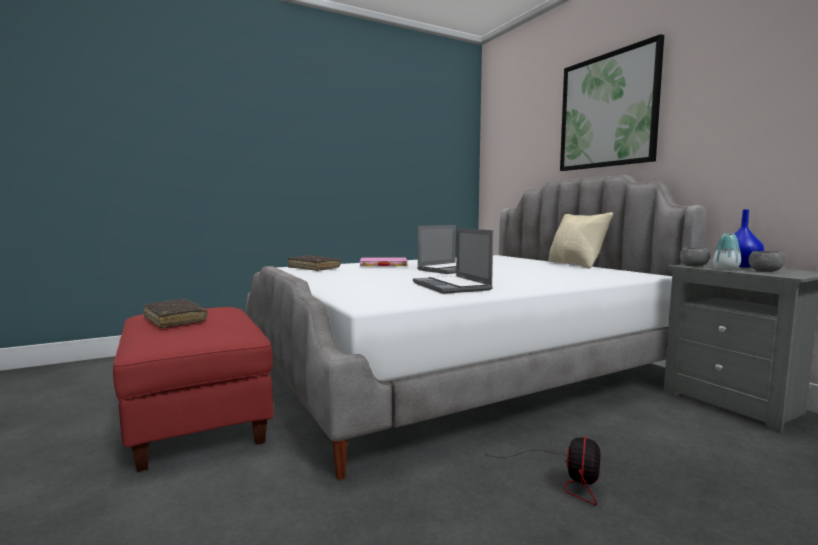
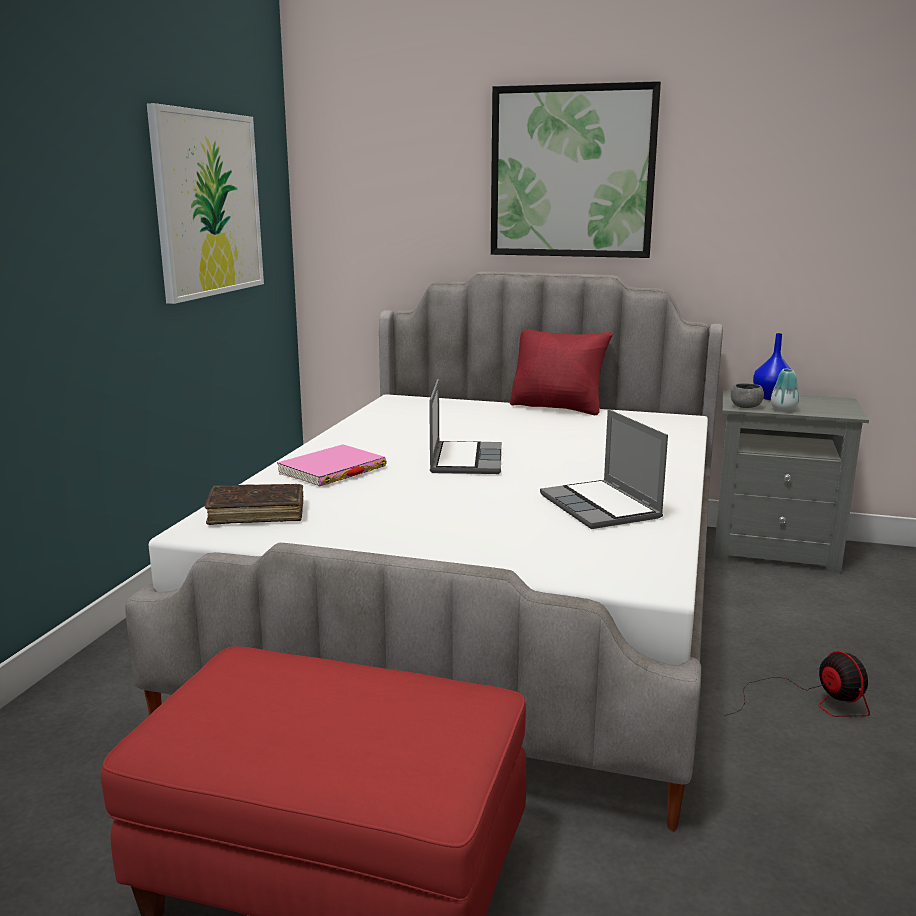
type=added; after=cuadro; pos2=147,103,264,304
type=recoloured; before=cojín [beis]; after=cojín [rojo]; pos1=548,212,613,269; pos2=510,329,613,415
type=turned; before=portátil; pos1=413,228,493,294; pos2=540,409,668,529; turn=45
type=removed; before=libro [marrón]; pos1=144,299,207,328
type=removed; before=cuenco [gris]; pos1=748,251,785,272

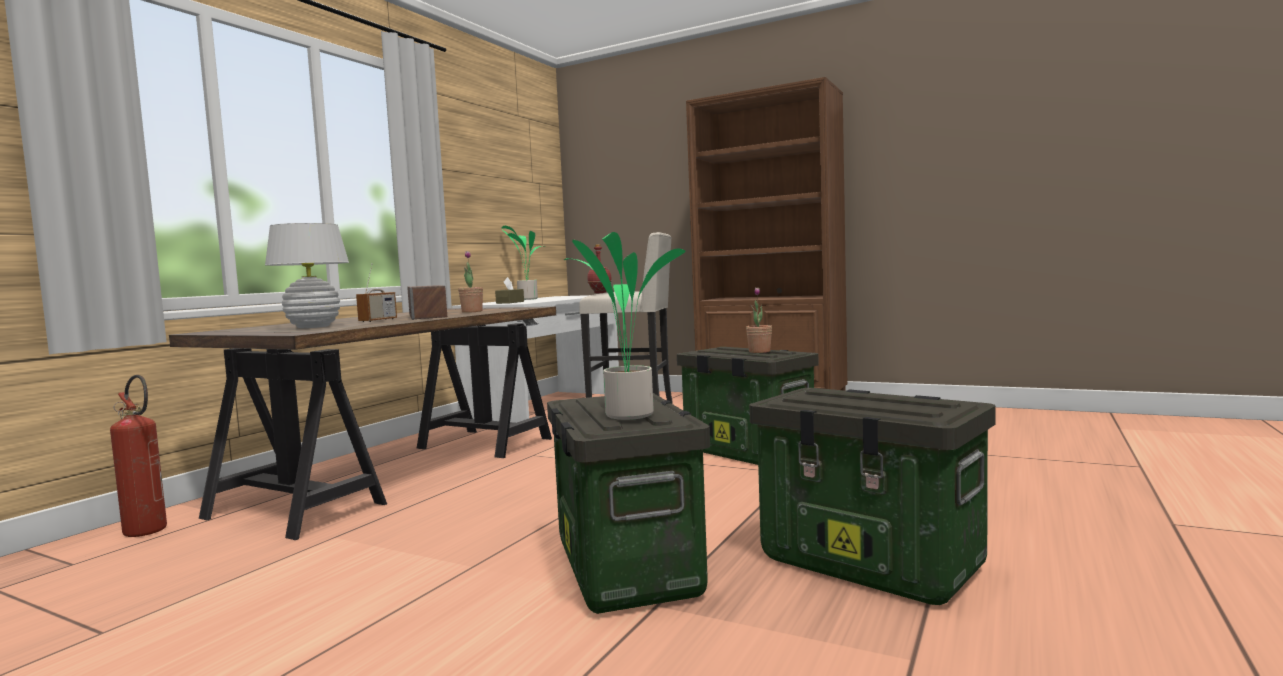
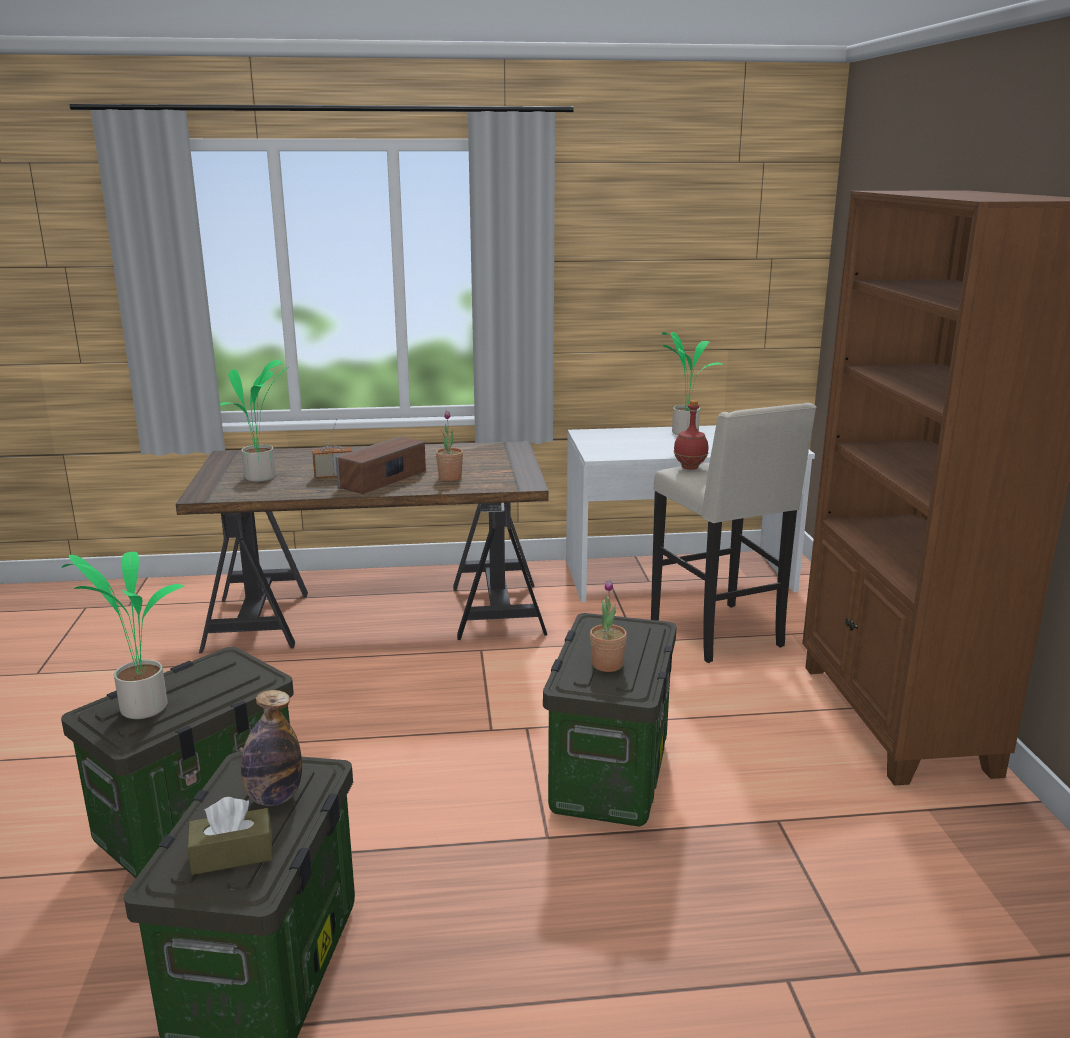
type=moved; before=caja de pañuelos [marrón]; pos1=495,277,524,304; pos2=187,797,273,875
type=replaced; before=lámpara de mesa [blanco]; after=planta en maceta; pos1=265,223,349,328; pos2=220,360,288,482
type=added; after=botella; pos2=241,690,302,806
type=removed; before=extintor; pos1=110,375,167,537

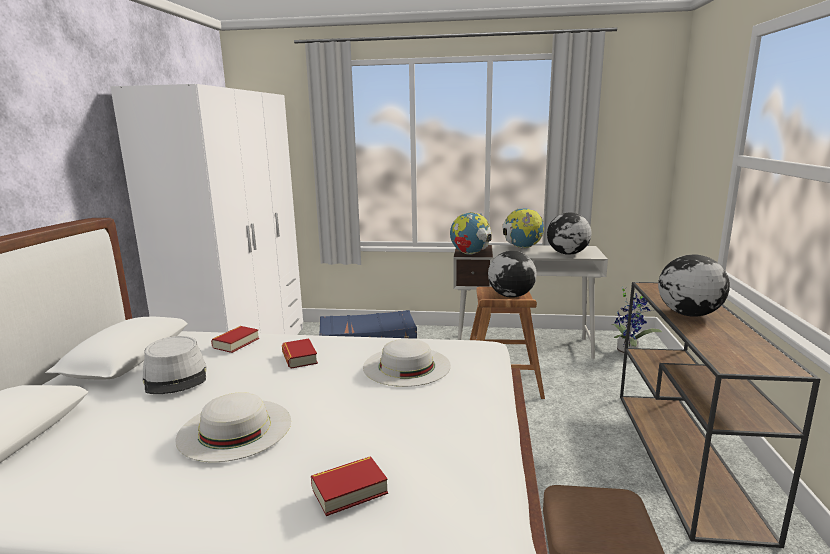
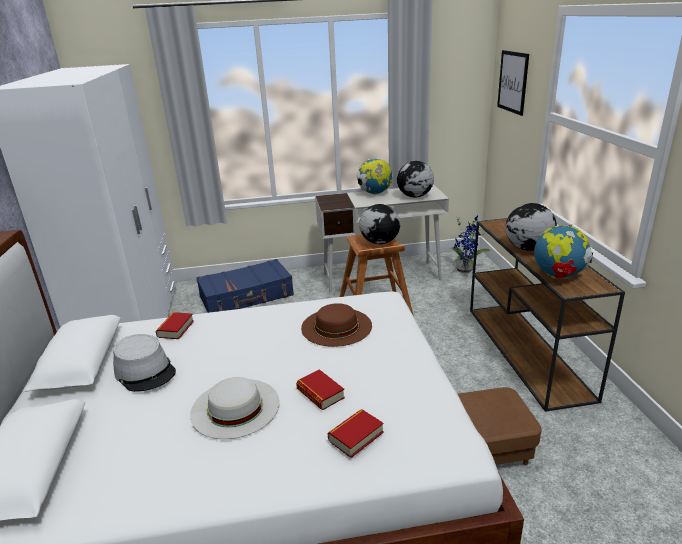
type=moved; before=libro; pos1=282,339,318,368; pos2=296,369,345,410
type=recoloured; before=sombrero [blanco]; after=sombrero [marrón]; pos1=363,339,451,387; pos2=301,303,372,347
type=added; after=cuadro; pos2=497,50,529,116
type=moved; before=globo terráqueo; pos1=450,213,492,255; pos2=534,224,593,279

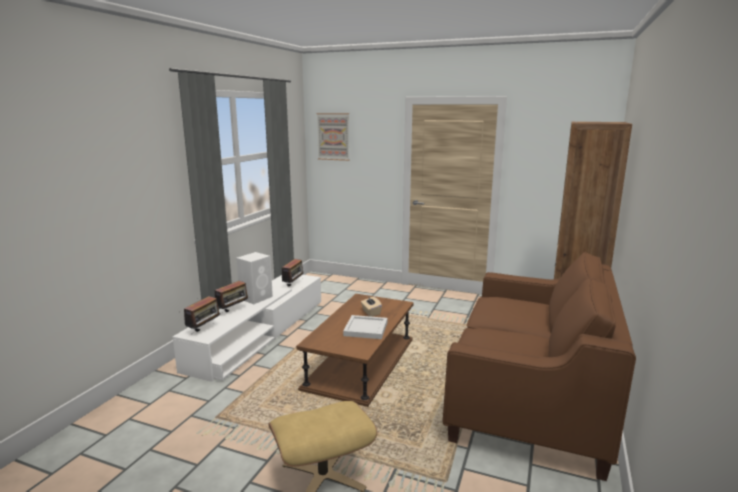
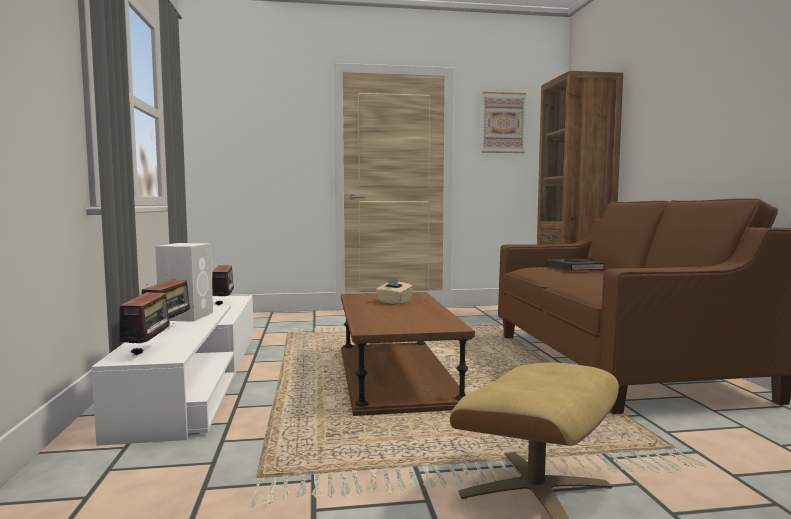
type=moved; before=cuadro; pos1=316,113,350,161; pos2=481,92,526,153
type=added; after=libro [negro]; pos2=547,258,605,271
type=removed; before=bandeja [blanco]; pos1=343,315,388,339

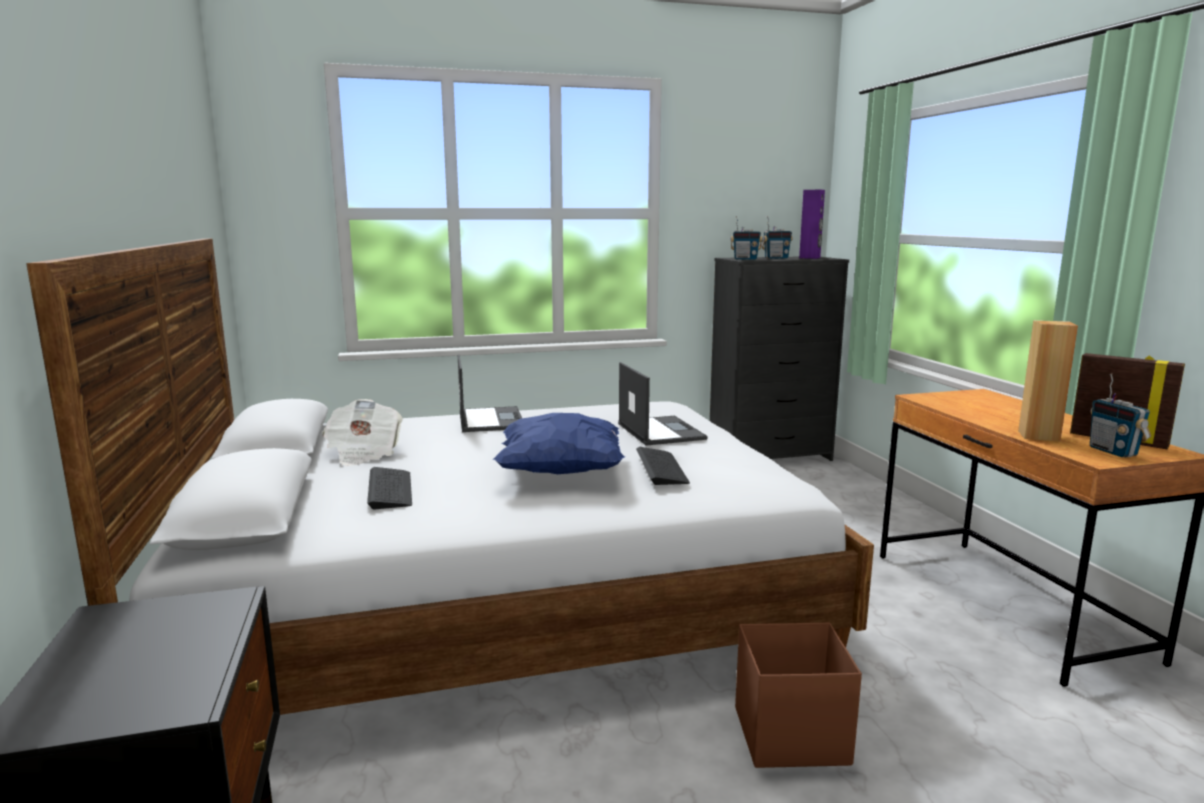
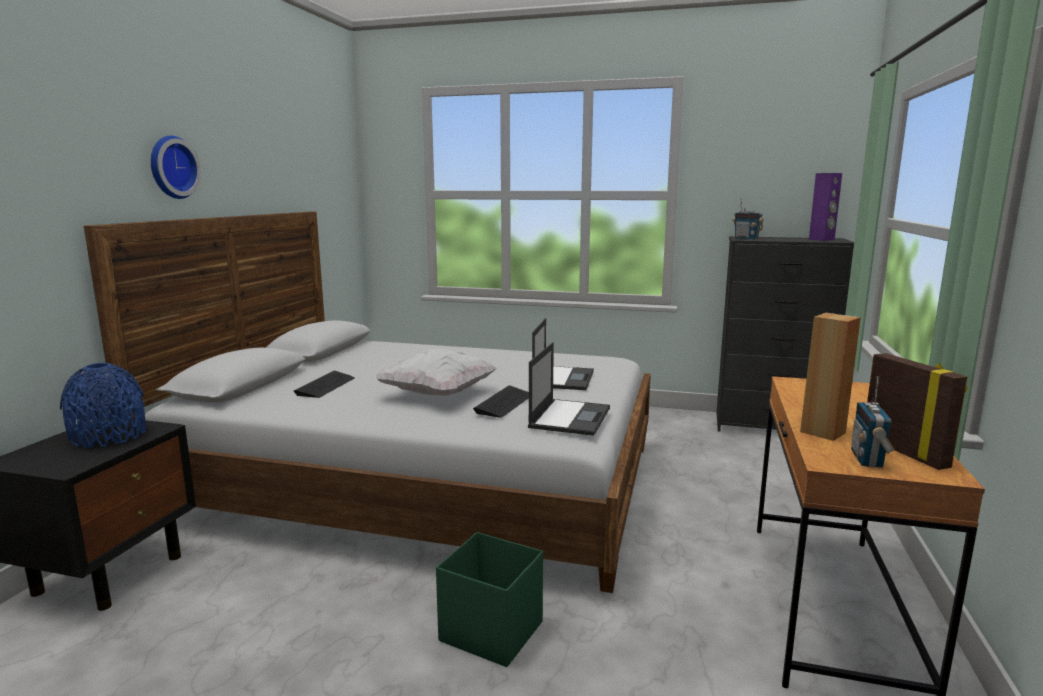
type=added; after=florero [azul]; pos2=60,363,146,448
type=added; after=reloj de pared; pos2=151,136,201,199
type=recoloured; before=cojín [azul]; after=cojín [blanco]; pos1=492,413,625,474; pos2=375,349,497,396
type=recoloured; before=caja de almacenaje [marrón]; after=caja de almacenaje [verde]; pos1=735,622,862,768; pos2=436,532,543,667
type=moved; before=portátil; pos1=458,354,522,432; pos2=528,342,610,436
type=removed; before=periódico; pos1=322,399,403,466
type=removed; before=radio; pos1=761,216,793,259

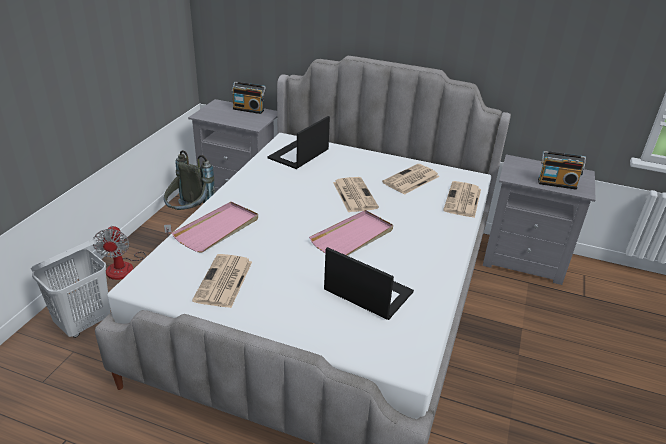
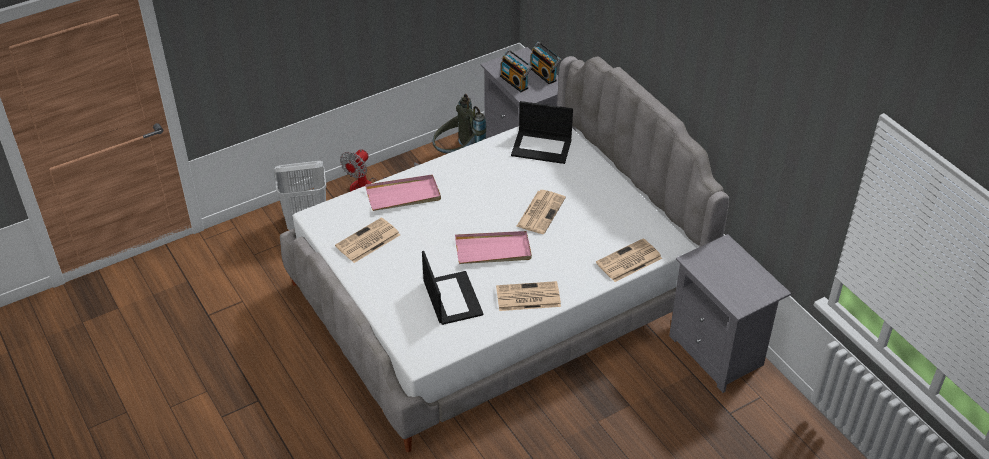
type=moved; before=periódico; pos1=382,164,440,195; pos2=496,281,561,311
type=moved; before=radio; pos1=538,151,586,190; pos2=500,49,532,92
type=turned; before=portátil; pos1=267,116,330,169; pos2=511,101,573,164; turn=-150

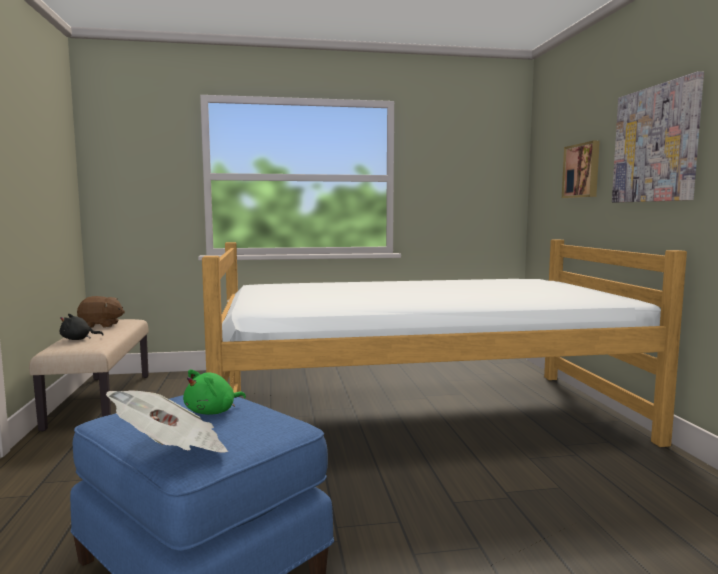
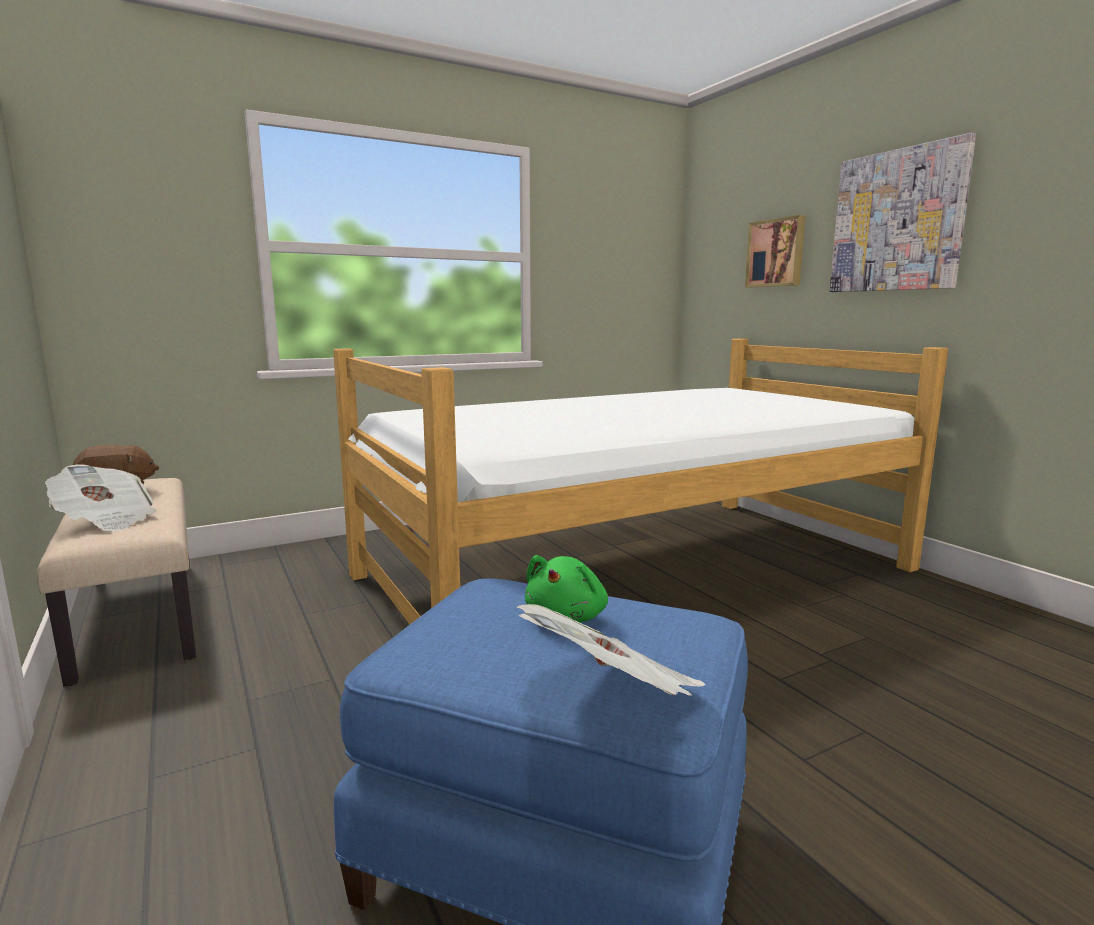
type=replaced; before=peluche [negro]; after=periódico; pos1=60,314,104,340; pos2=45,464,156,532

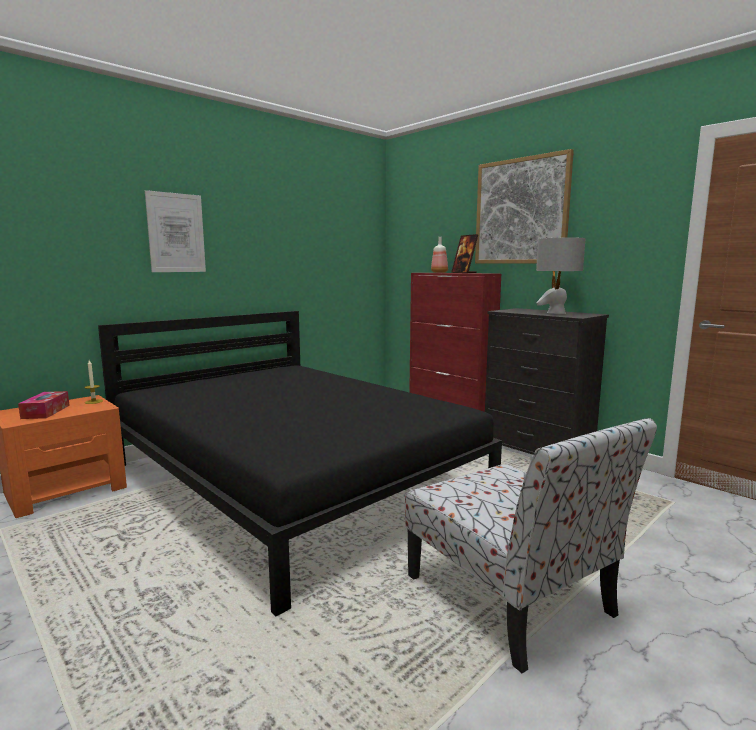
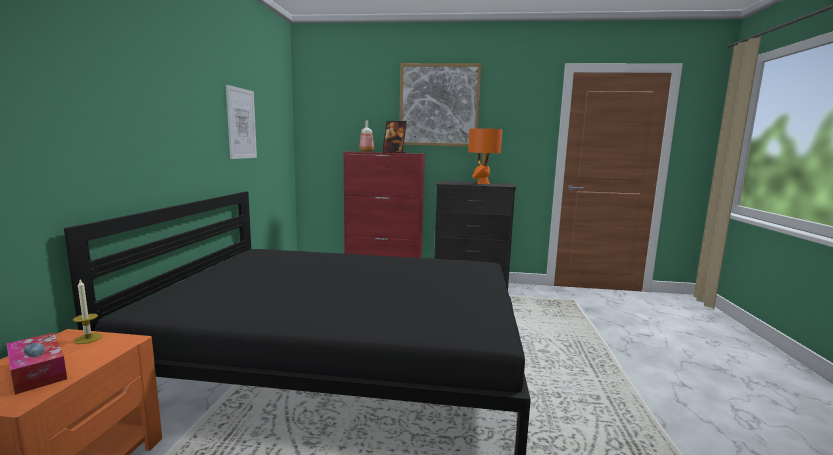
type=moved; before=cuadro; pos1=145,190,206,272; pos2=226,85,257,159
type=recoloured; before=lámpara de mesa [gris]; after=lámpara de mesa [naranja]; pos1=536,238,586,314; pos2=468,128,502,184
type=removed; before=silla; pos1=405,418,657,673

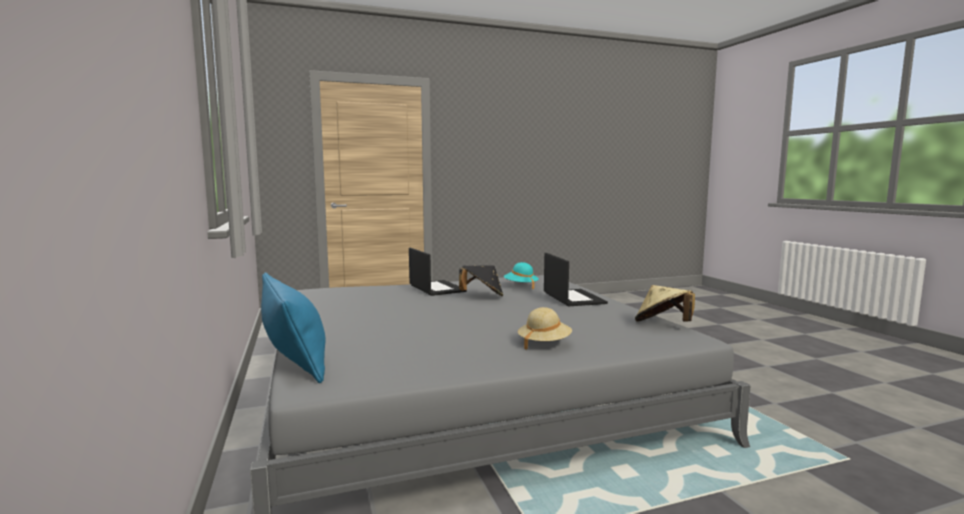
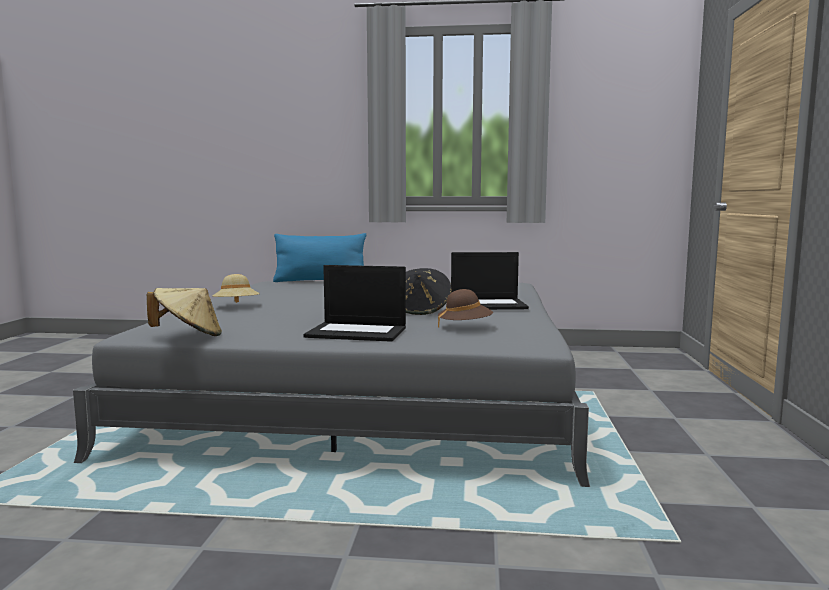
type=recoloured; before=sombrero [turquesa]; after=sombrero [marrón]; pos1=504,262,539,289; pos2=438,289,493,328

